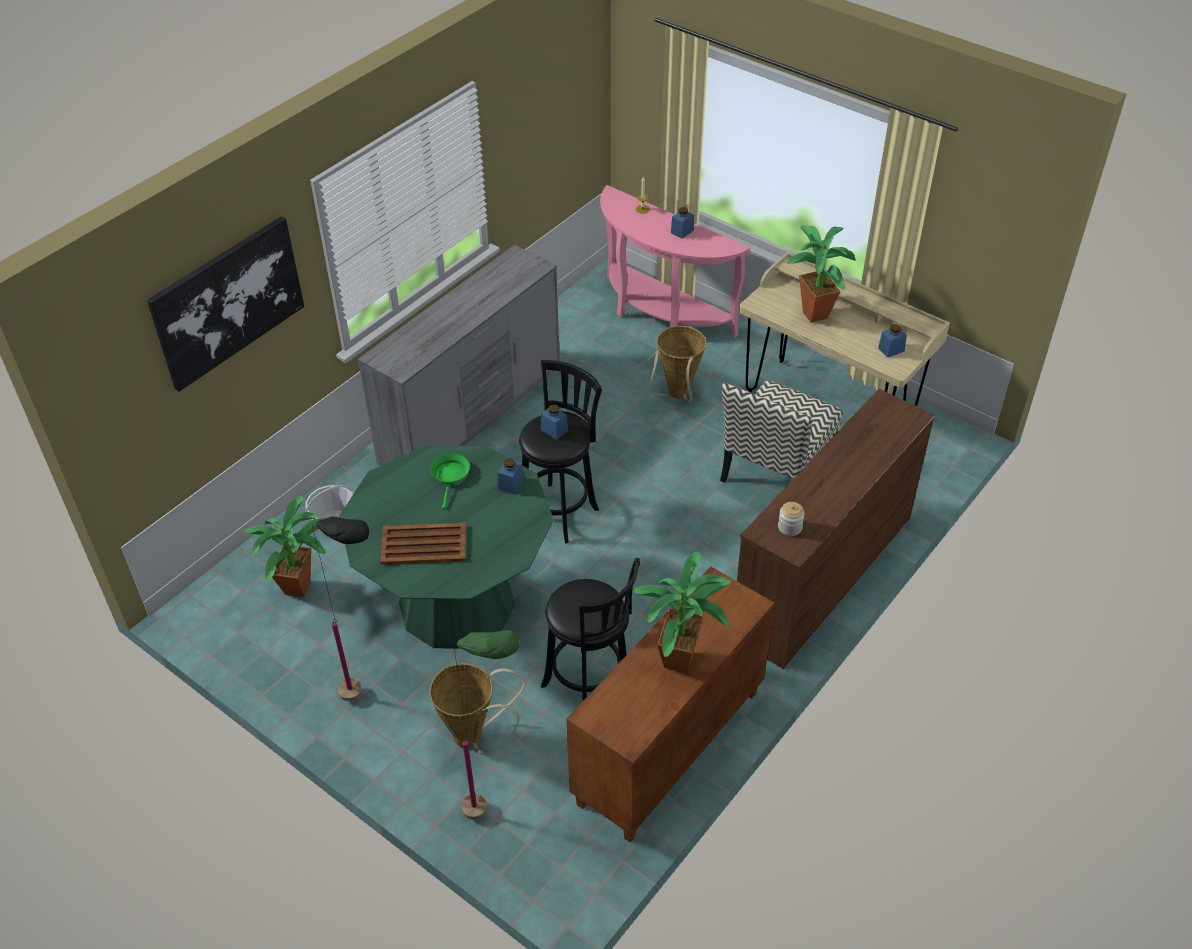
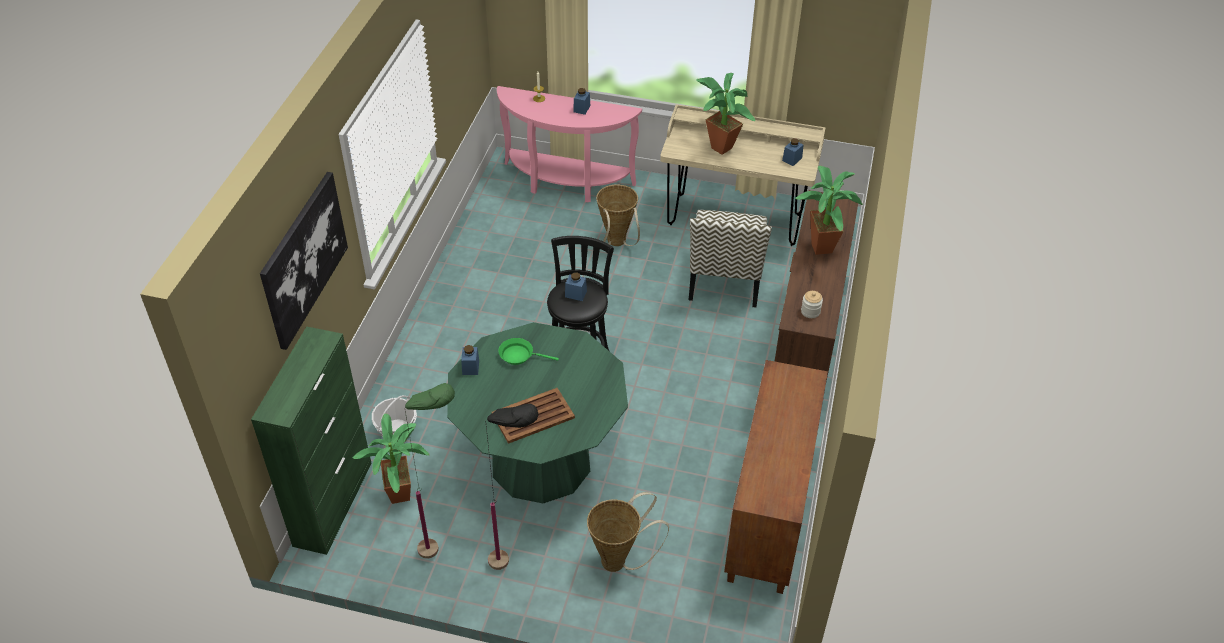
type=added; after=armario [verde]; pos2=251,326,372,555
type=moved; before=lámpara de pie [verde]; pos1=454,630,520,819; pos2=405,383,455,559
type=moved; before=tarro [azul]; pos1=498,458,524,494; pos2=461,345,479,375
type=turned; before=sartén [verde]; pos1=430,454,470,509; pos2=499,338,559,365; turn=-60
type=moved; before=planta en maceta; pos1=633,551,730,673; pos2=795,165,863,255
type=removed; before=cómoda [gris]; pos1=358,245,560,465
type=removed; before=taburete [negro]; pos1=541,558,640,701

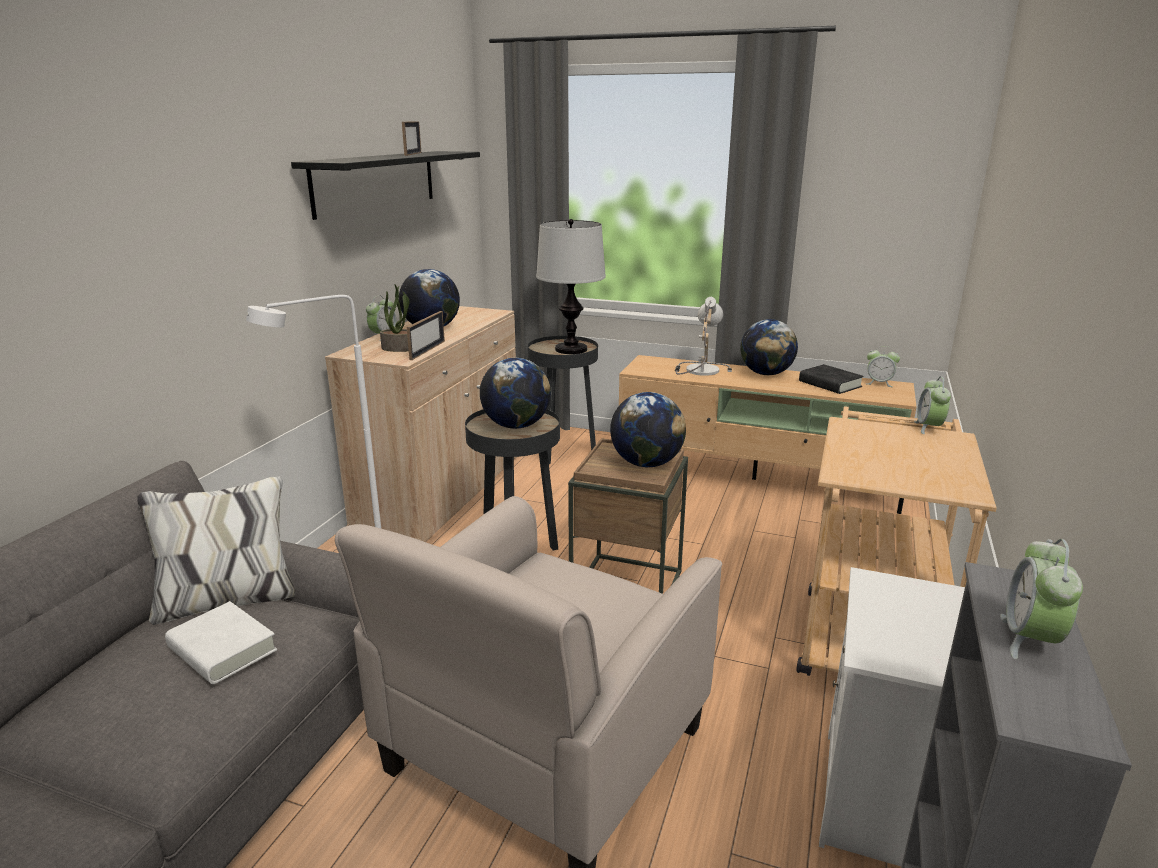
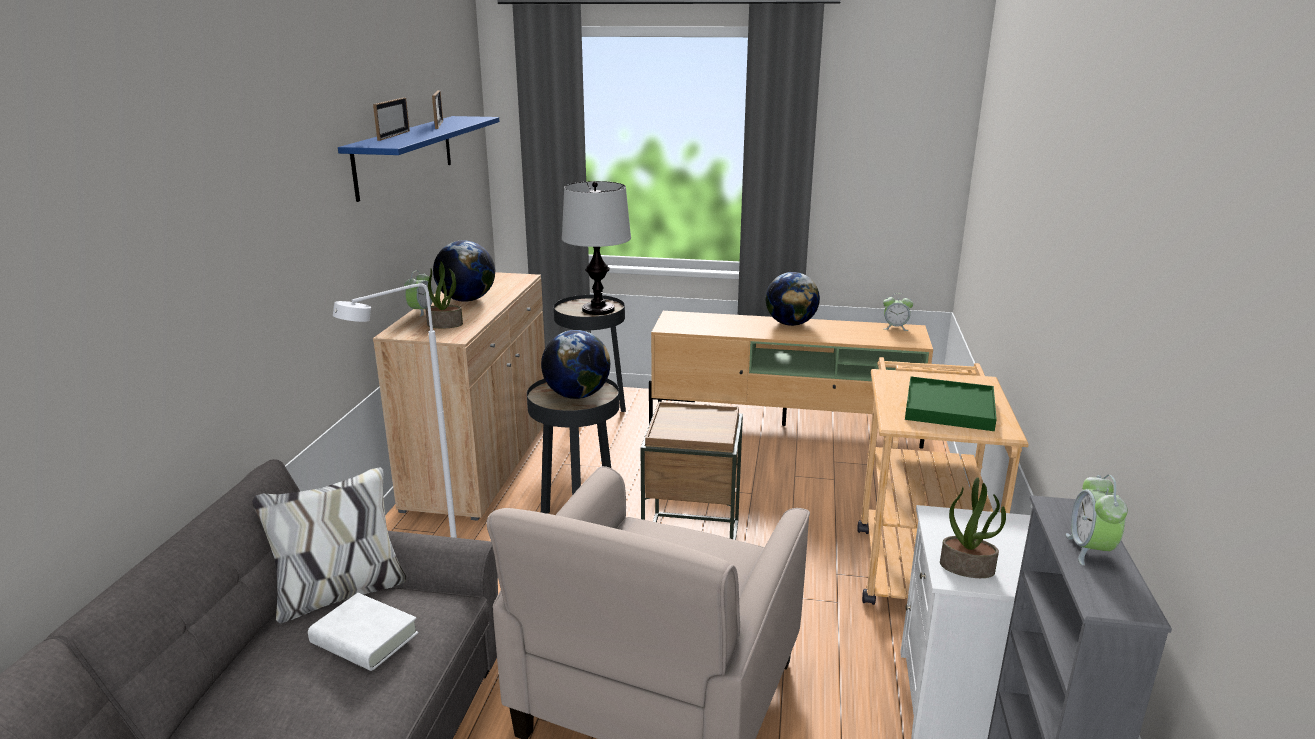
type=recoloured; before=estante [negro]; after=estante [azul]; pos1=291,151,480,220; pos2=338,116,499,202
type=moved; before=portarretratos; pos1=407,311,445,360; pos2=373,98,410,141
type=added; after=bandeja [verde]; pos2=905,376,997,431
type=added; after=planta en maceta; pos2=940,477,1006,578
type=removed; before=globo terráqueo; pos1=610,392,686,467
type=removed; before=lámpara de mesa; pos1=675,297,732,376
type=removed; before=libro [negro]; pos1=799,364,864,394
type=removed; before=despertador; pos1=914,376,951,434

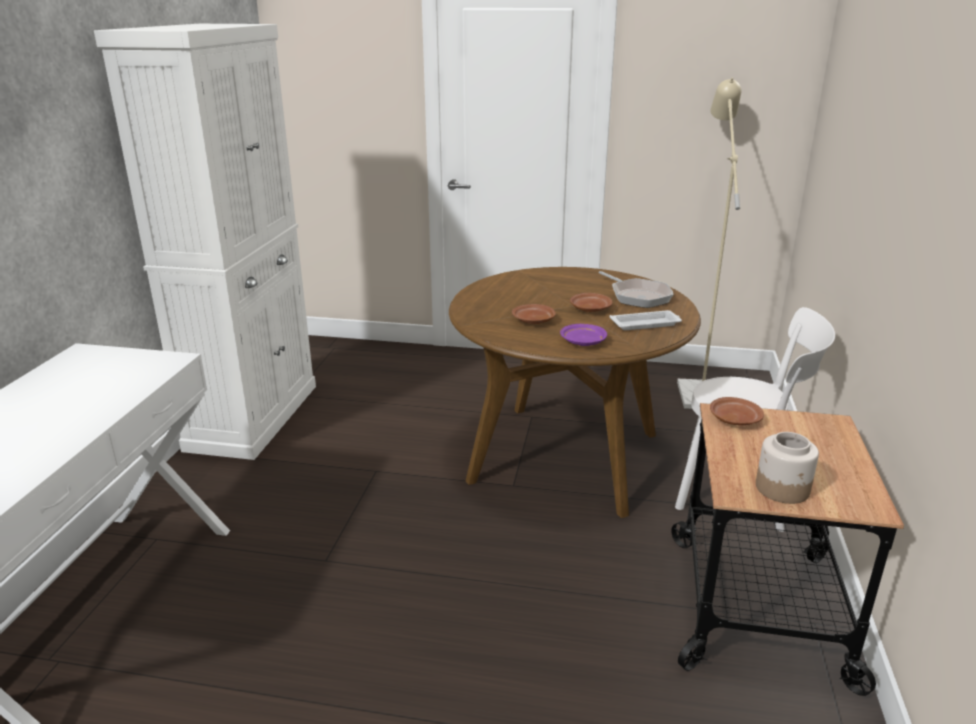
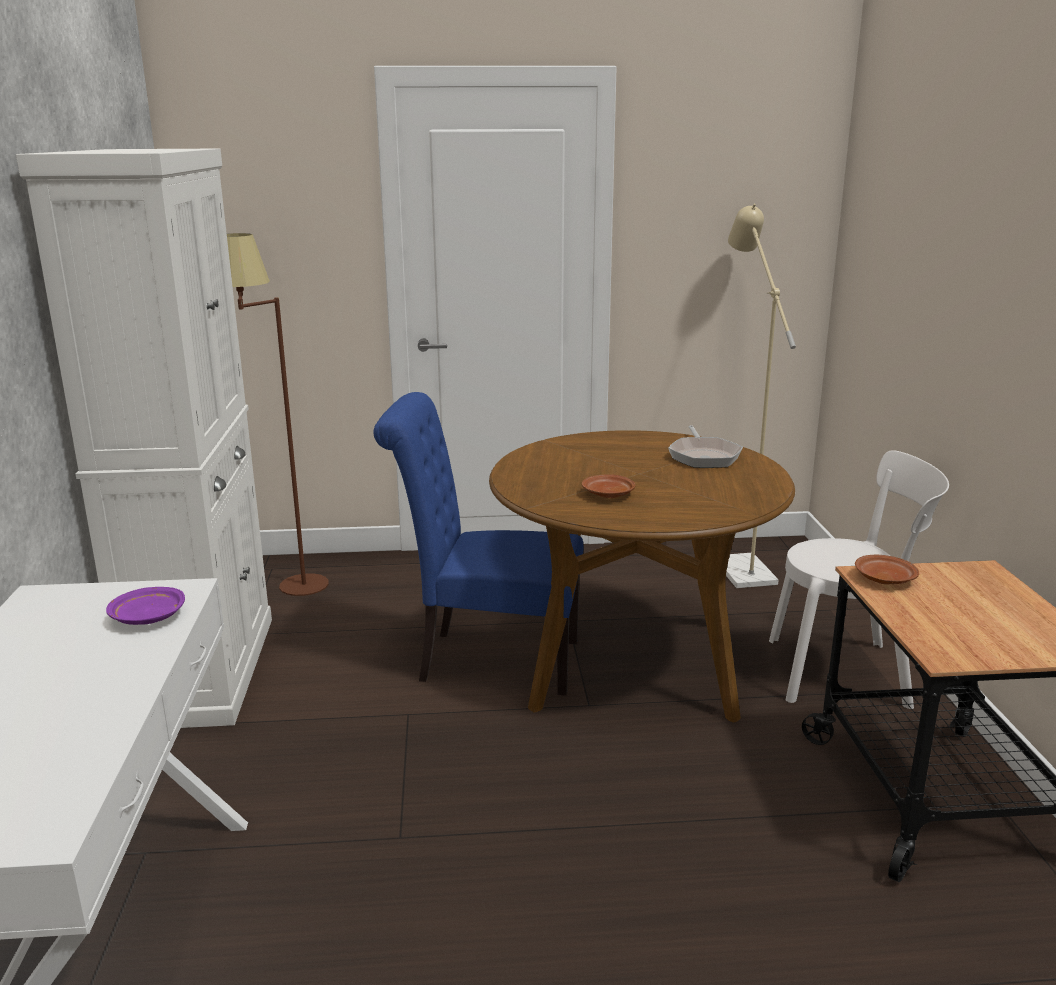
type=moved; before=plato [morado]; pos1=560,324,607,346; pos2=106,587,185,625
type=added; after=lámpara de pie [marrón]; pos2=227,233,329,596
type=added; after=silla [azul]; pos2=373,392,583,696
type=turned; before=sartén; pos1=599,271,674,308; pos2=668,425,743,468; turn=45
type=removed; before=plato [marrón]; pos1=570,293,612,312
type=removed; before=bandeja [blanco]; pos1=610,310,682,330
type=removed; before=tarro; pos1=756,432,819,504

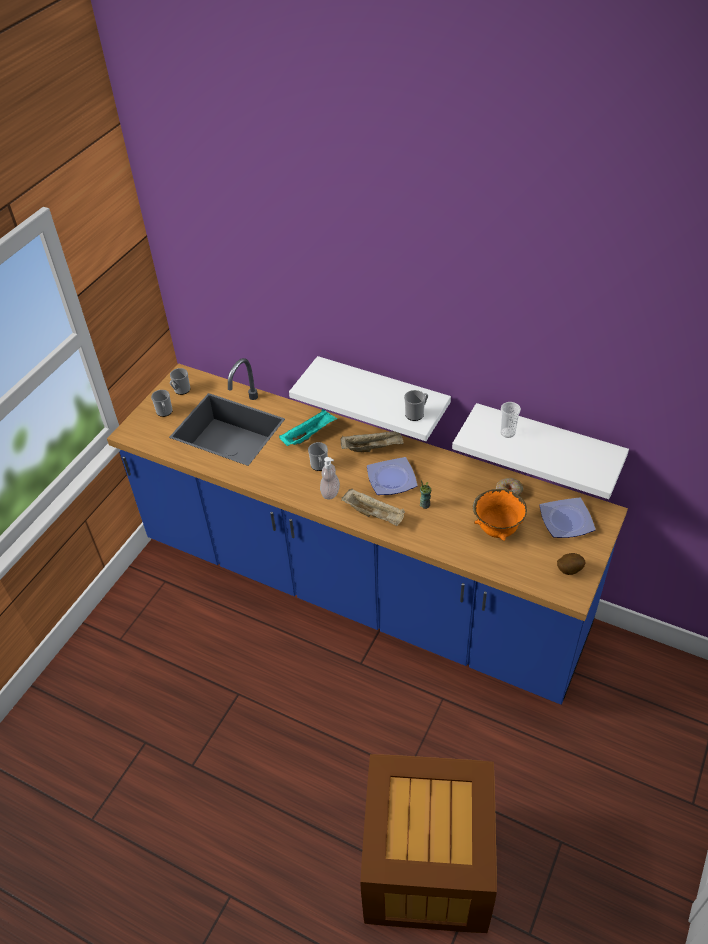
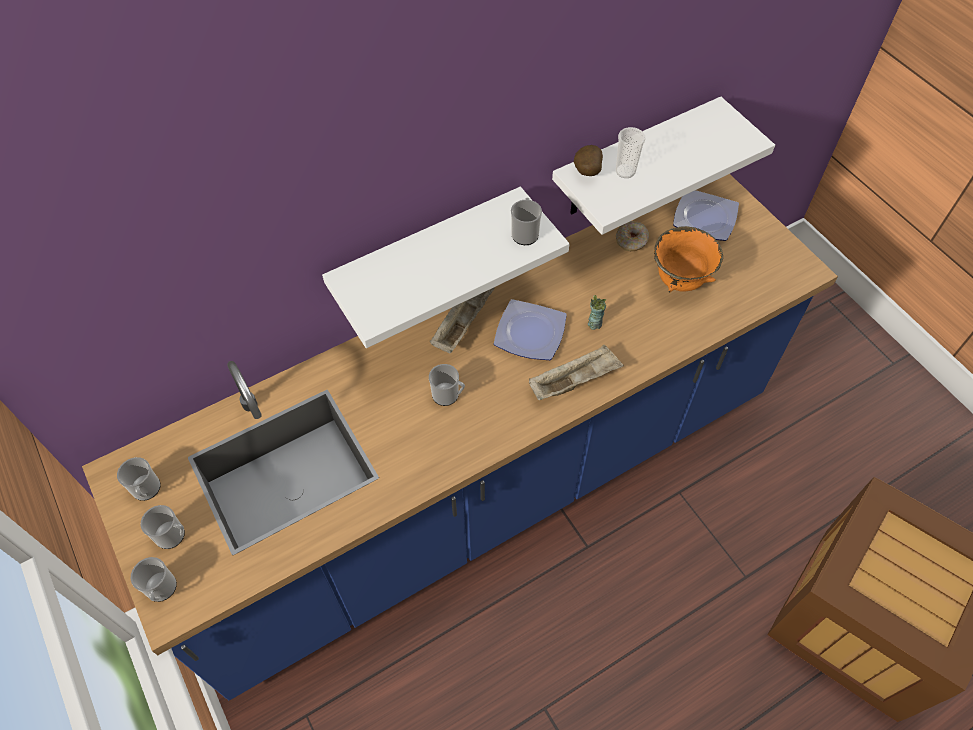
type=added; after=taza grande; pos2=131,557,177,602
type=moved; before=patata; pos1=557,553,585,575; pos2=574,145,603,176
type=removed; before=bandeja [turquesa]; pos1=279,409,337,446
type=removed; before=dispensador de jabón; pos1=320,457,340,499

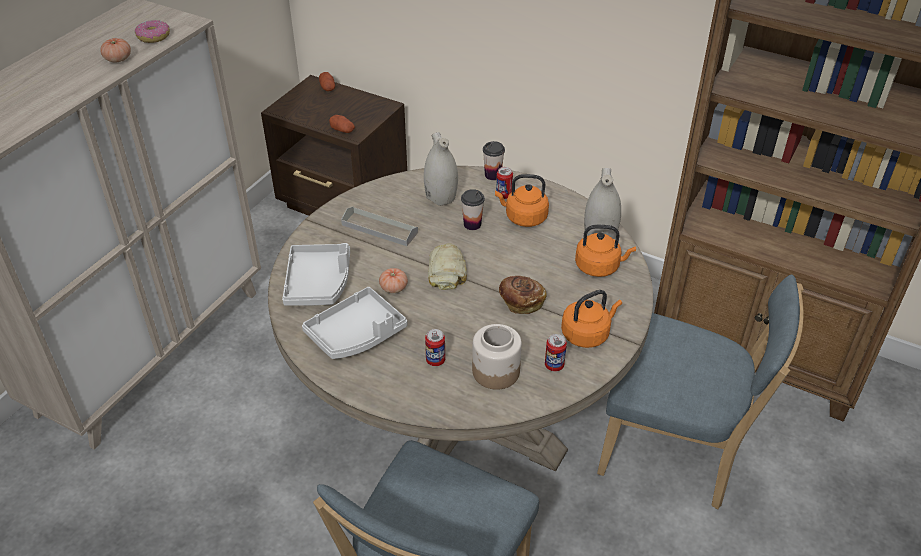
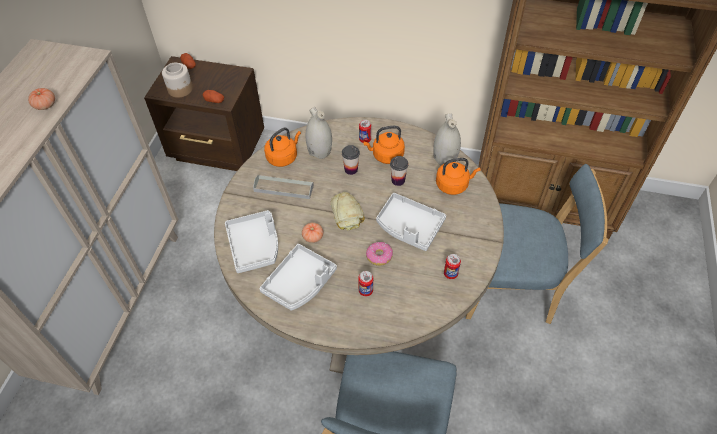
type=moved; before=tarro; pos1=472,324,522,390; pos2=162,63,193,98
type=moved; before=hervidor [naranja]; pos1=561,290,622,348; pos2=264,128,301,167
type=moved; before=rosquilla; pos1=135,20,170,43; pos2=366,242,393,266
type=replaced; before=pan; after=bandeja [gris]; pos1=499,276,547,314; pos2=376,193,446,251
type=moved; before=taza; pos1=483,141,505,180; pos2=390,156,408,186

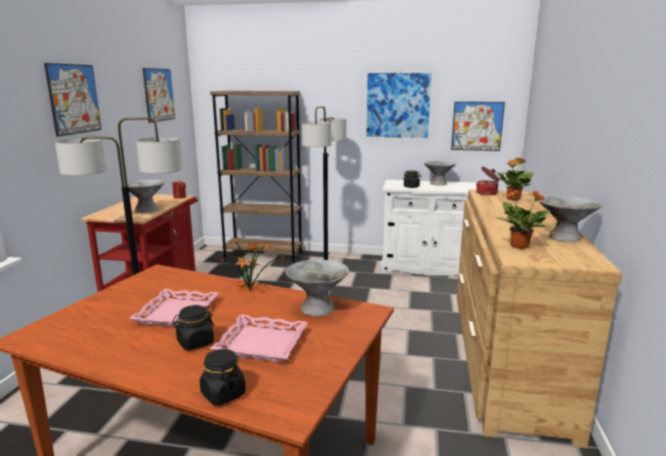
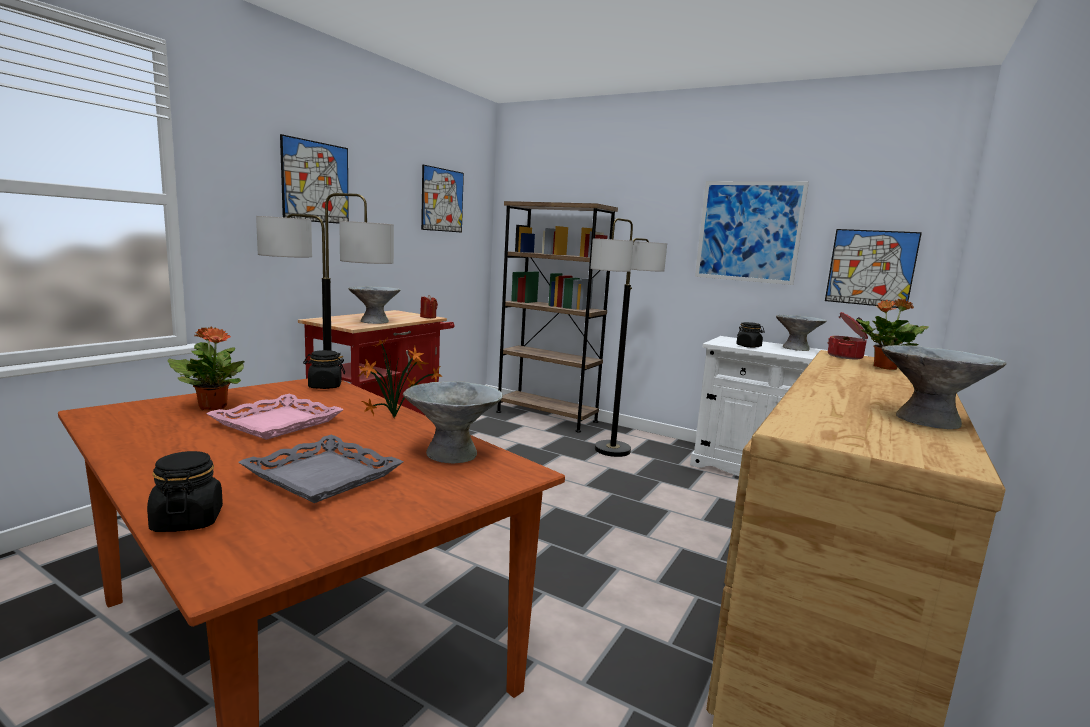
type=moved; before=planta en maceta; pos1=497,190,550,249; pos2=167,327,244,410
type=recoloured; before=bandeja [rosa]; after=bandeja [gris]; pos1=210,314,308,362; pos2=238,435,403,503
type=moved; before=tarro [negro]; pos1=172,305,214,350; pos2=303,350,345,389

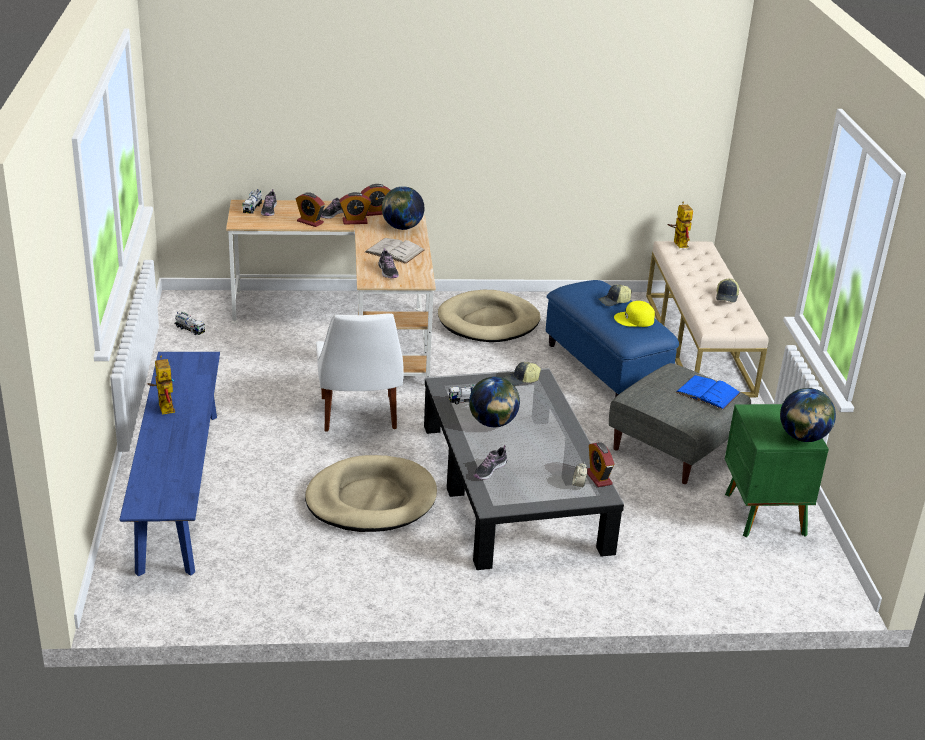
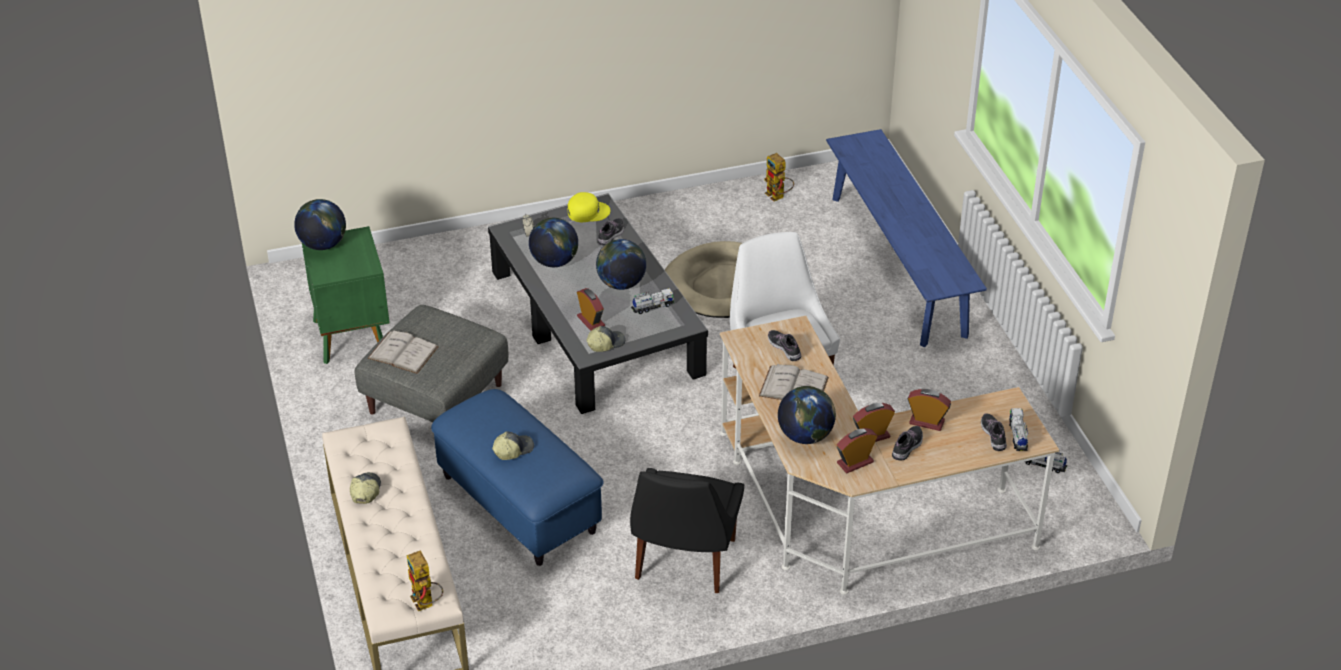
type=recoloured; before=libro [azul]; after=libro [blanco]; pos1=675,375,740,410; pos2=367,331,439,374
type=added; after=globo terráqueo; pos2=529,218,578,267
type=moved; before=gorra [amarillo]; pos1=614,301,655,327; pos2=568,192,610,222
type=moved; before=despertador; pos1=587,442,614,487; pos2=577,288,605,331
type=replaced; before=cama para perro [beis]; after=silla [negro]; pos1=438,290,541,342; pos2=630,468,744,593
type=moved; before=robot de juguete; pos1=147,356,175,415; pos2=764,153,794,201

